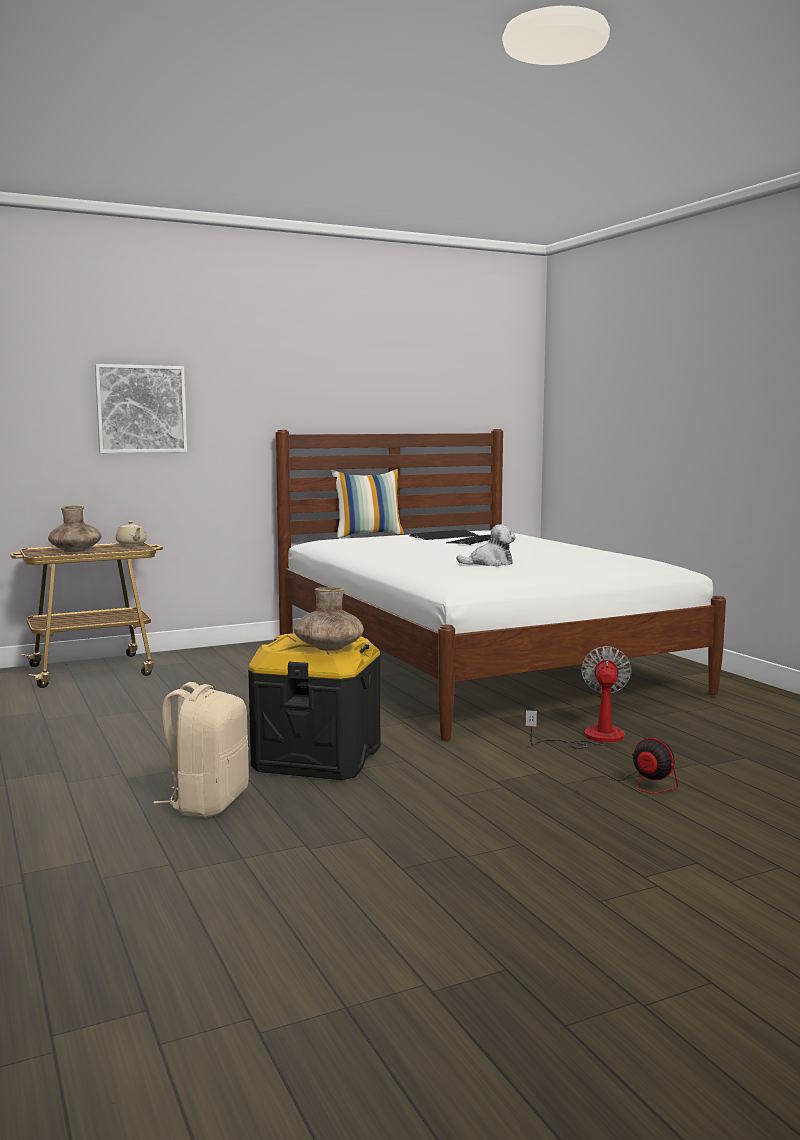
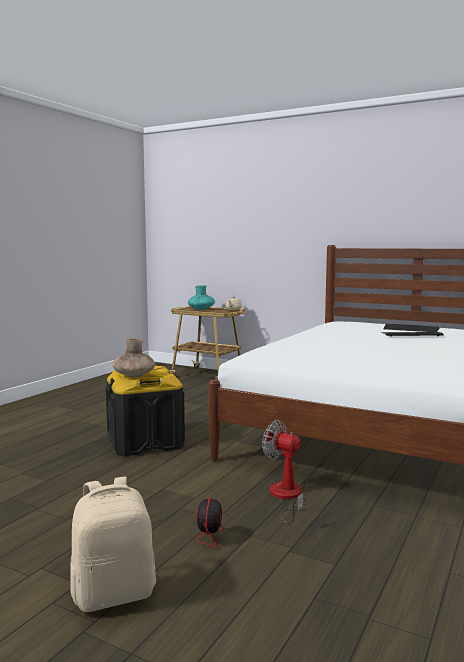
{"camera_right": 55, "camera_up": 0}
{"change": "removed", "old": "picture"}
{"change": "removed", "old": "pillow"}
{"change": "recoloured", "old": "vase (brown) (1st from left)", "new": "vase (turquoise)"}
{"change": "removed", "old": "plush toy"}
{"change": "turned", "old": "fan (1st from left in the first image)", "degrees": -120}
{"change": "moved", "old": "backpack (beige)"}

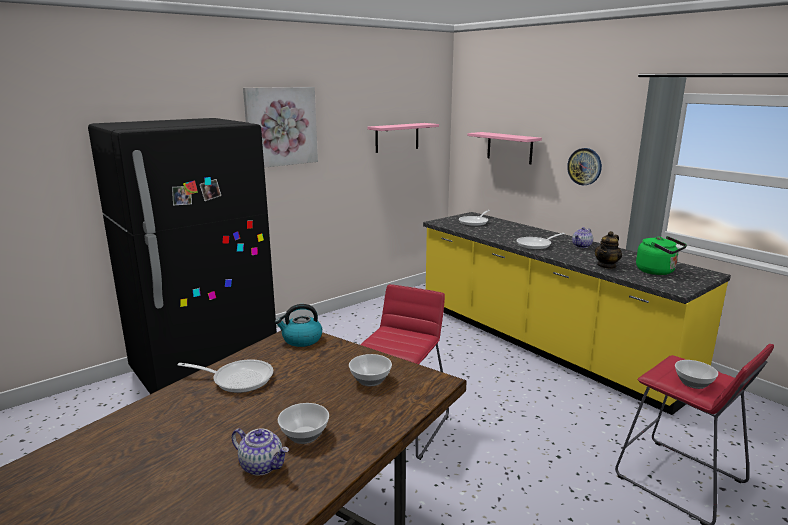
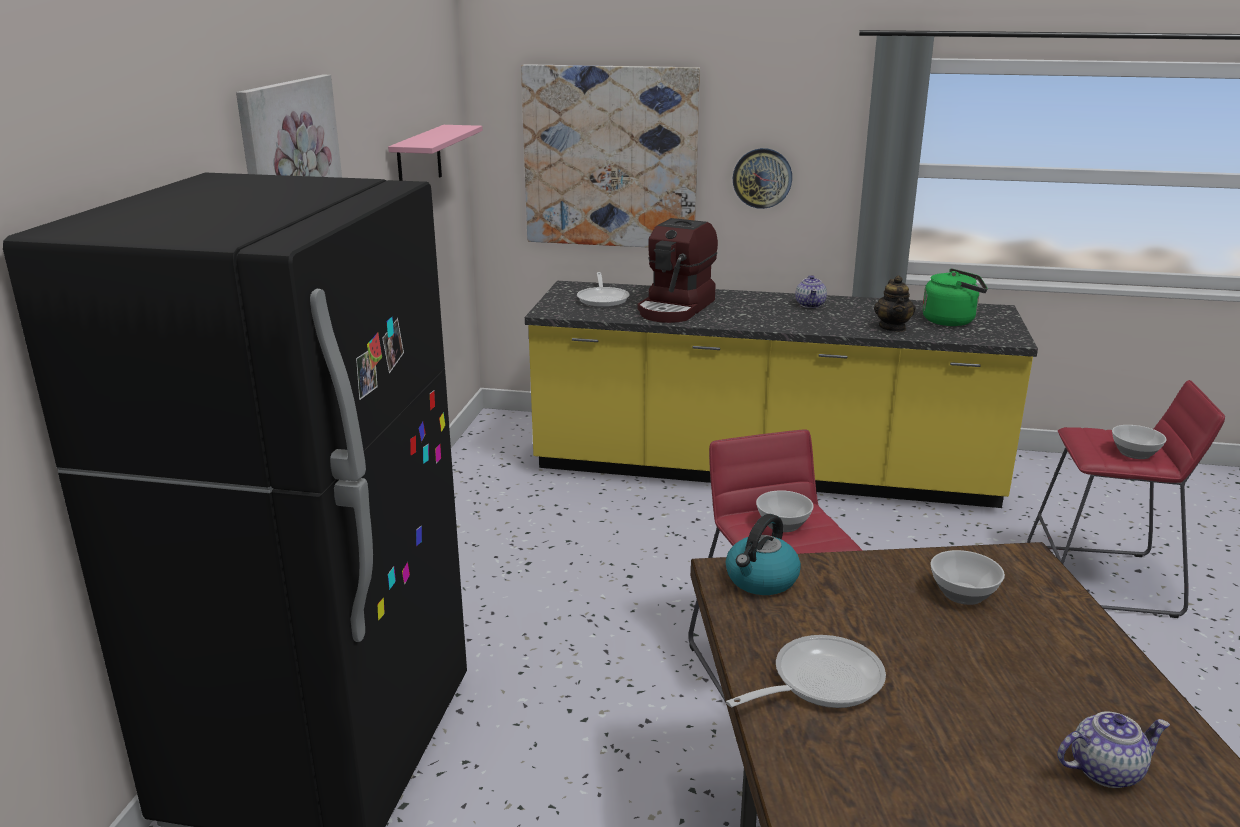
{"camera_right": -40, "camera_up": 5}
{"change": "replaced", "old": "shelf (pink) (2nd from left)", "new": "picture (2nd from left)"}
{"change": "removed", "old": "frying pan (3rd from left)"}
{"change": "moved", "old": "bowl (1st from left)"}
{"change": "added", "new": "coffee machine"}

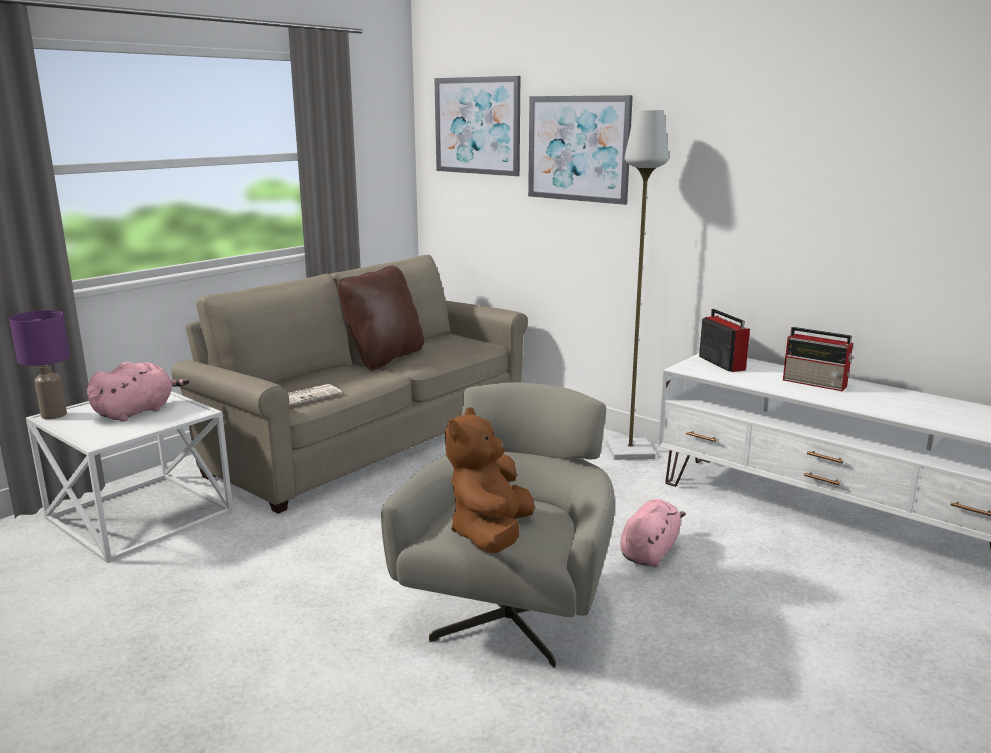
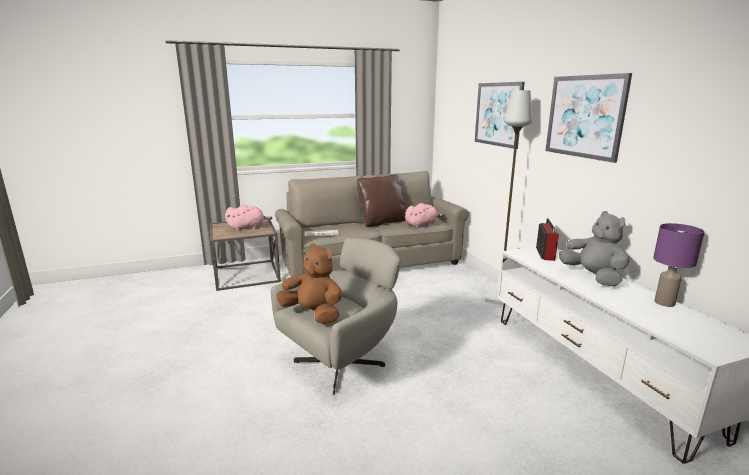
{"camera_right": 30, "camera_up": 0}
{"change": "moved", "old": "picture (1st from left in the first image)", "new": "picture (2nd from left)"}
{"change": "moved", "old": "table lamp (purple)"}
{"change": "replaced", "old": "radio (2nd from left)", "new": "plush toy (grey)"}
{"change": "recoloured", "old": "side table (white)", "new": "side table (brown)"}
{"change": "turned", "old": "plush toy (brown)", "degrees": 75}
{"change": "moved", "old": "plush toy (pink) (2nd from left)"}

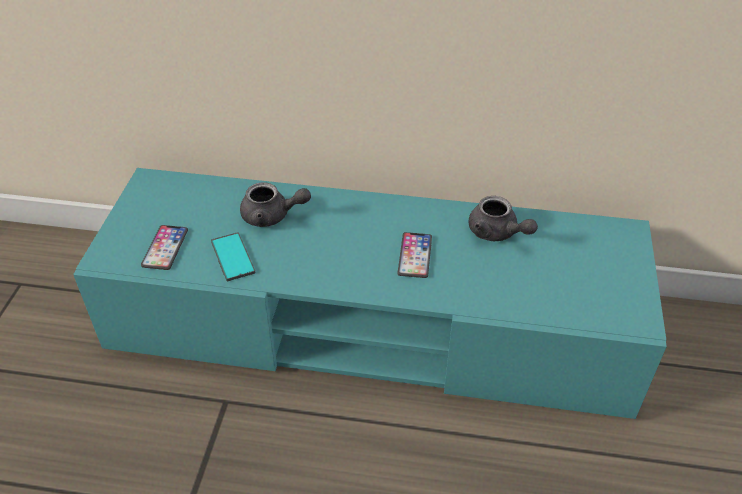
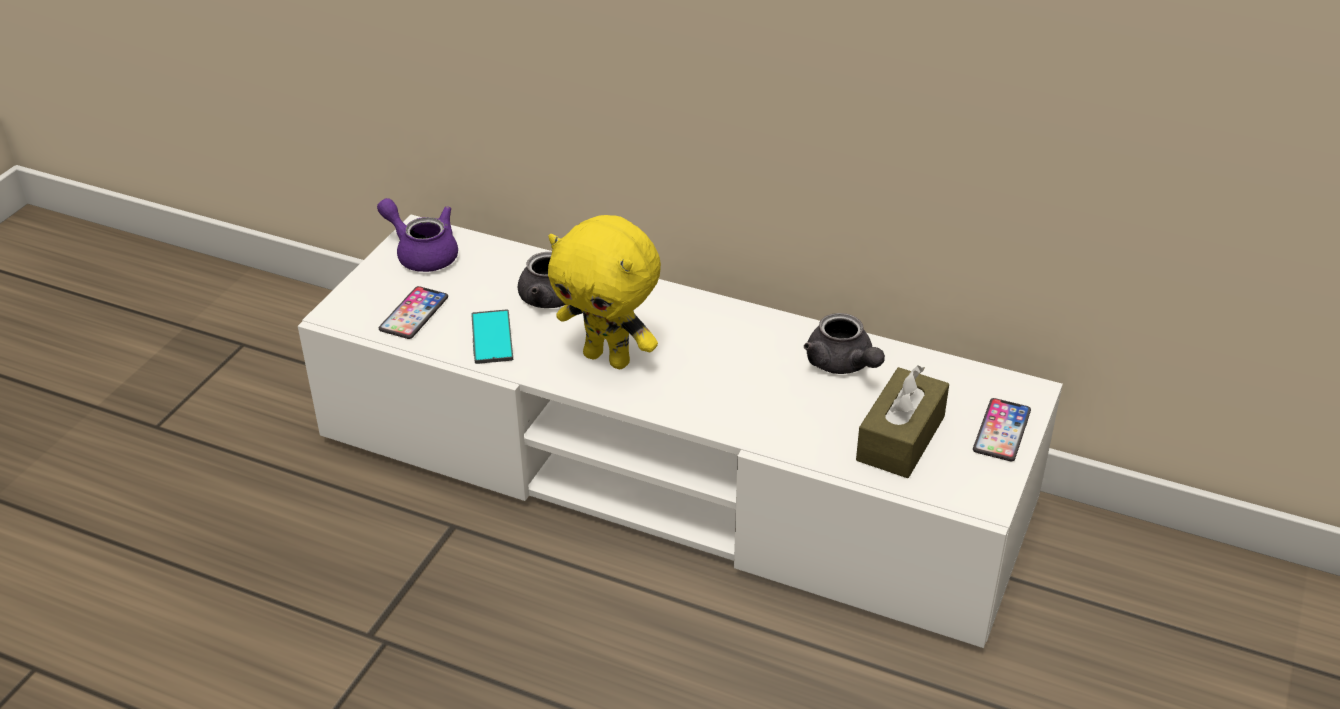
{"camera_right": 15, "camera_up": -5}
{"change": "recoloured", "old": "tv stand (turquoise)", "new": "tv stand (white)"}
{"change": "moved", "old": "phone (3rd from left)"}
{"change": "added", "new": "teapot (purple)"}
{"change": "added", "new": "plush toy (yellow)"}
{"change": "added", "new": "tissue box (brown)"}

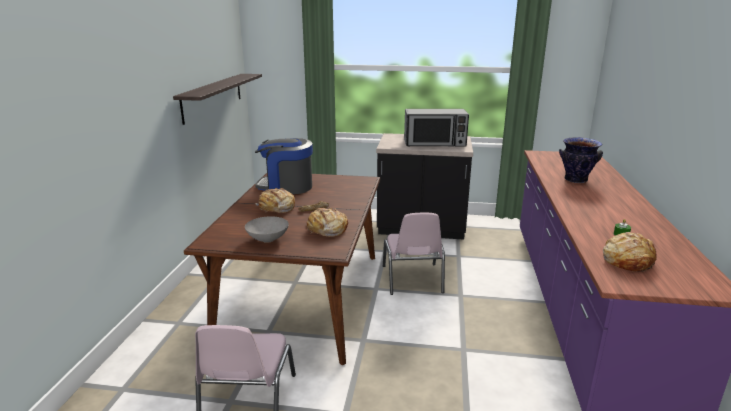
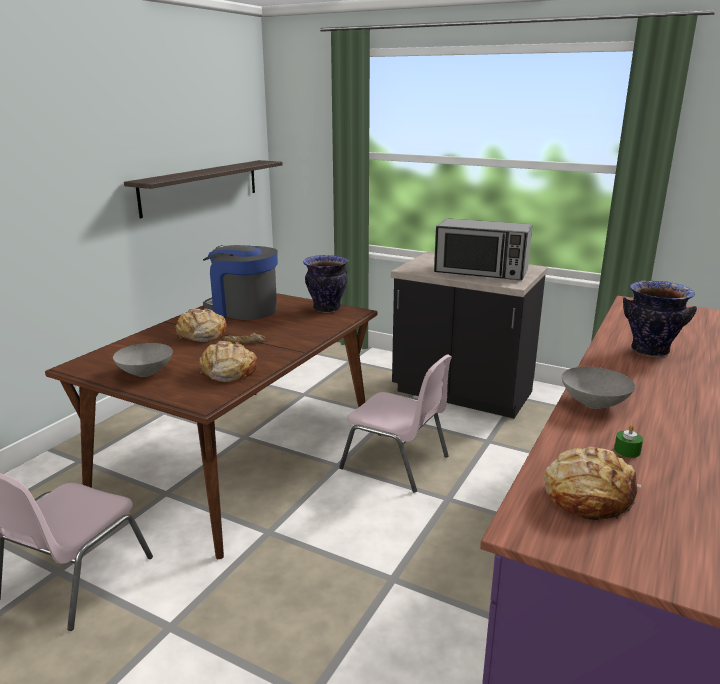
{"camera_right": 20, "camera_up": 0}
{"change": "turned", "old": "chair (pink) (2nd from left)", "degrees": -75}
{"change": "added", "new": "vase (1st from left)"}
{"change": "added", "new": "bowl (grey) (2nd from left)"}

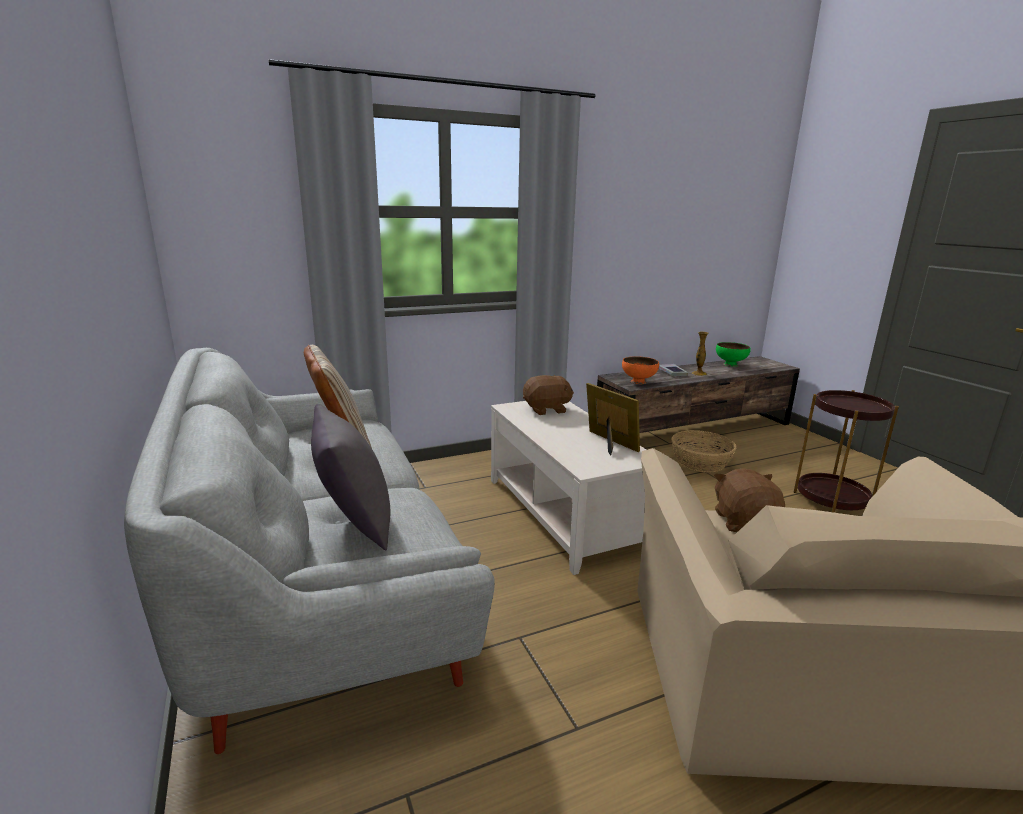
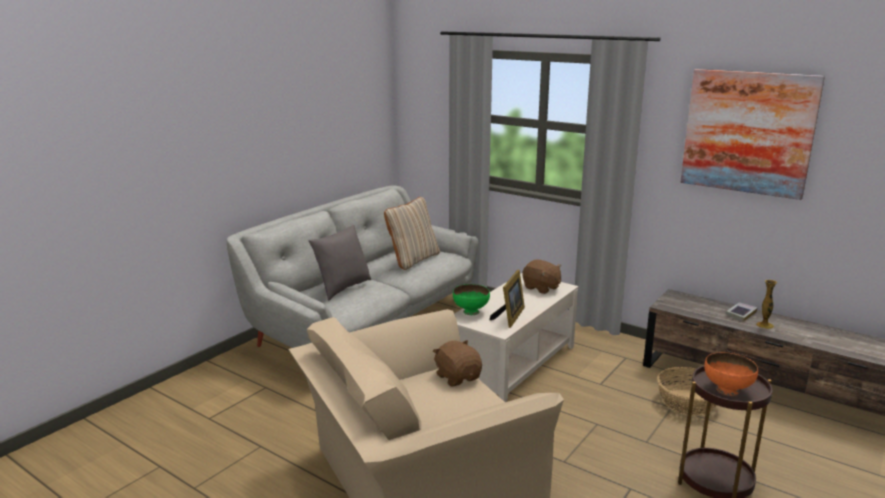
{"camera_right": 60, "camera_up": 0}
{"change": "moved", "old": "bowl (green)"}
{"change": "moved", "old": "bowl (orange)"}
{"change": "turned", "old": "plush toy (brown) (2nd from left in the first image)", "degrees": -90}
{"change": "added", "new": "picture"}

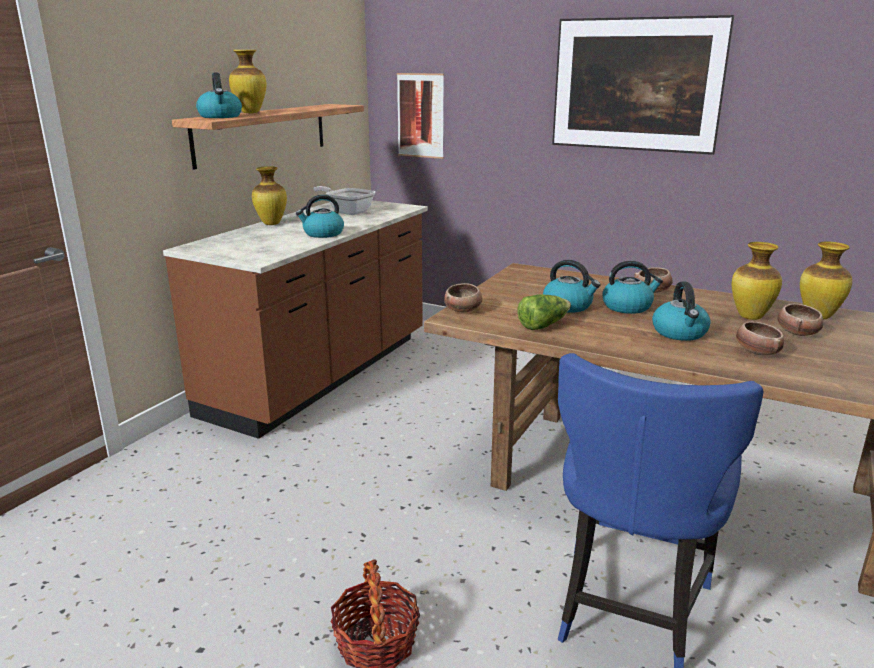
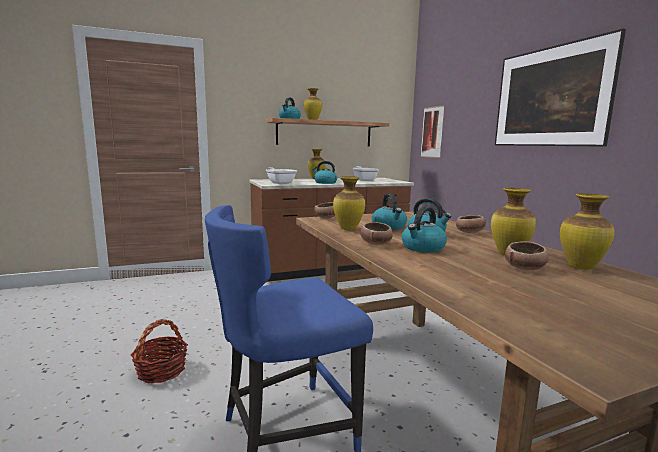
{"camera_right": 40, "camera_up": -10}
{"change": "replaced", "old": "lettuce", "new": "vase (3rd from left)"}
{"change": "moved", "old": "bowl (3rd from left in the first image)", "new": "bowl (2nd from left)"}
{"change": "added", "new": "frying pan (1st from left)"}

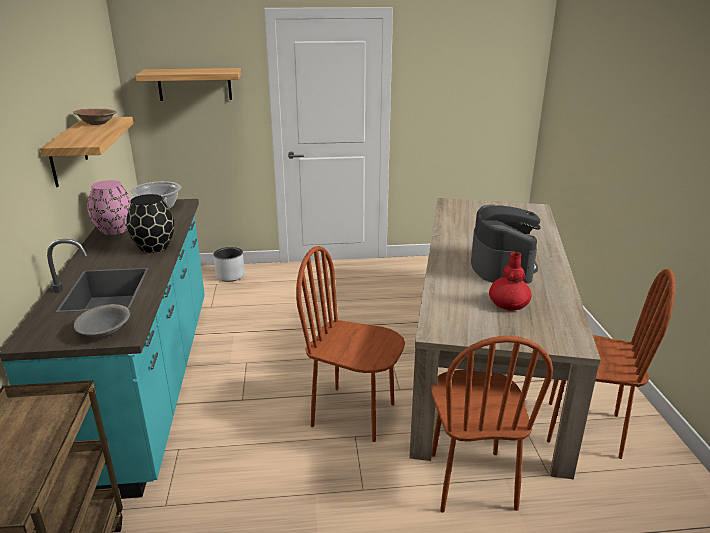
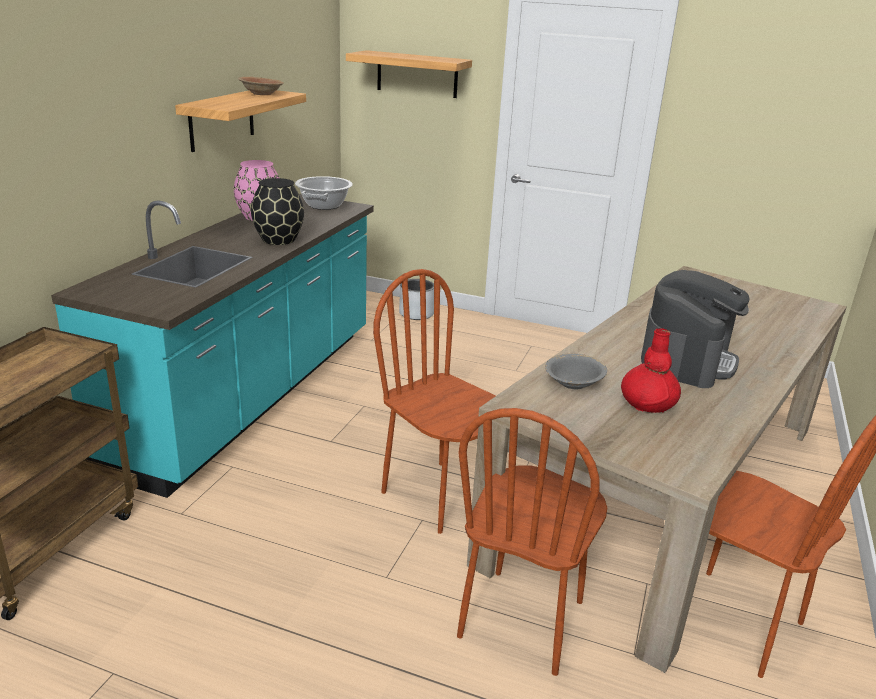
{"camera_right": 25, "camera_up": 0}
{"change": "moved", "old": "bowl (grey)"}

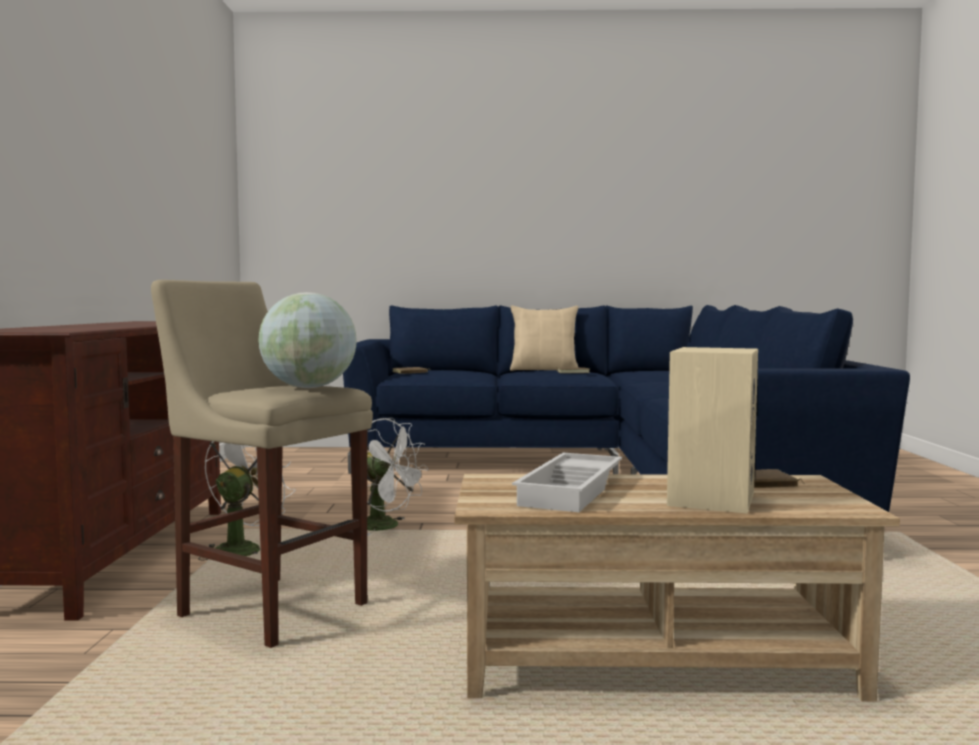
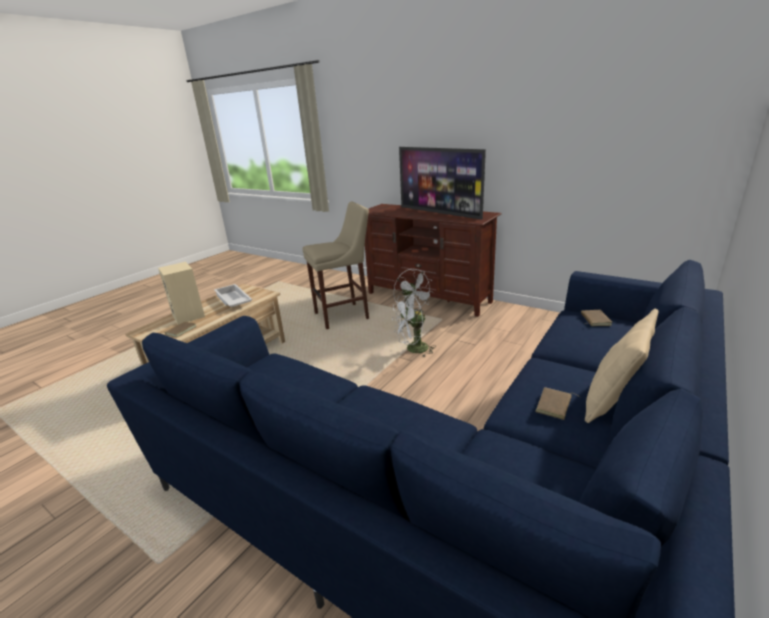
{"camera_right": 125, "camera_up": 20}
{"change": "removed", "old": "globe"}
{"change": "added", "new": "television"}

